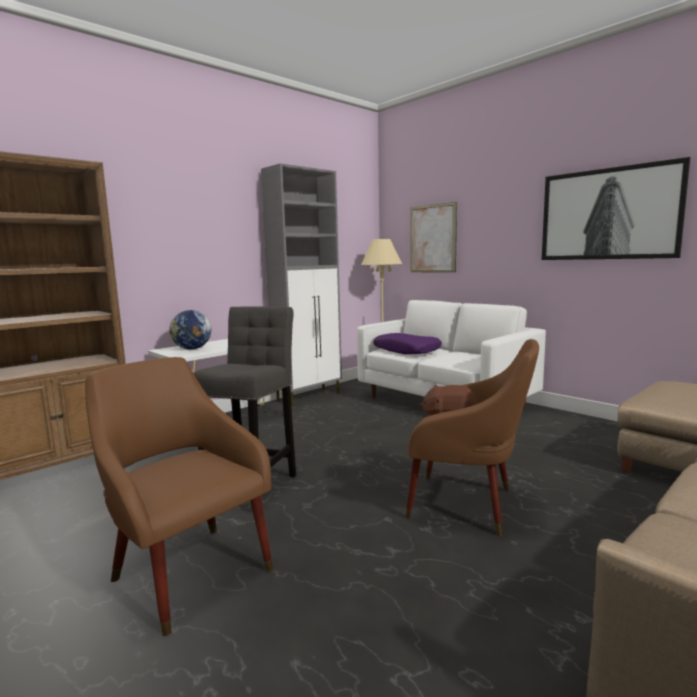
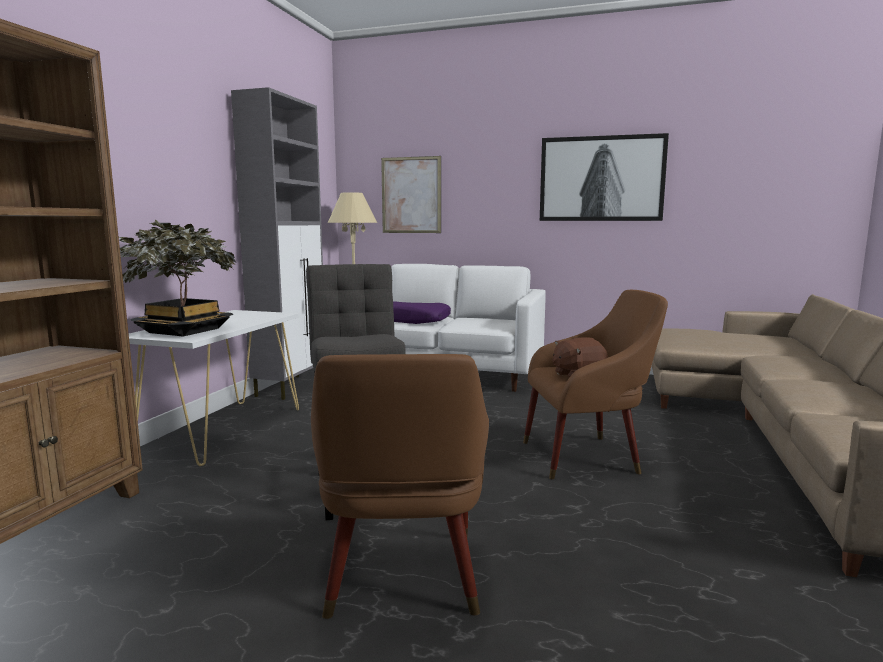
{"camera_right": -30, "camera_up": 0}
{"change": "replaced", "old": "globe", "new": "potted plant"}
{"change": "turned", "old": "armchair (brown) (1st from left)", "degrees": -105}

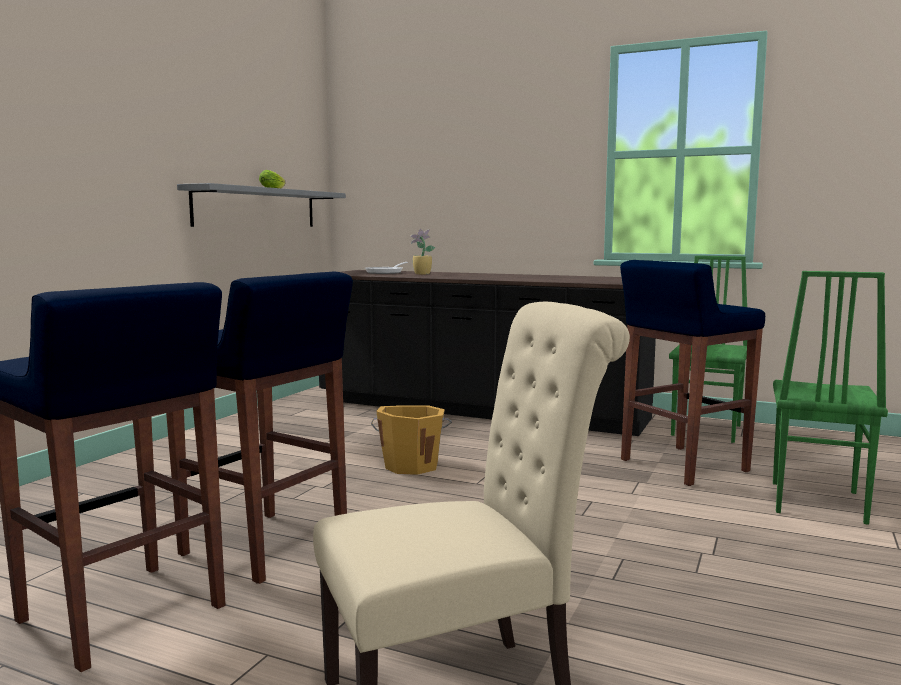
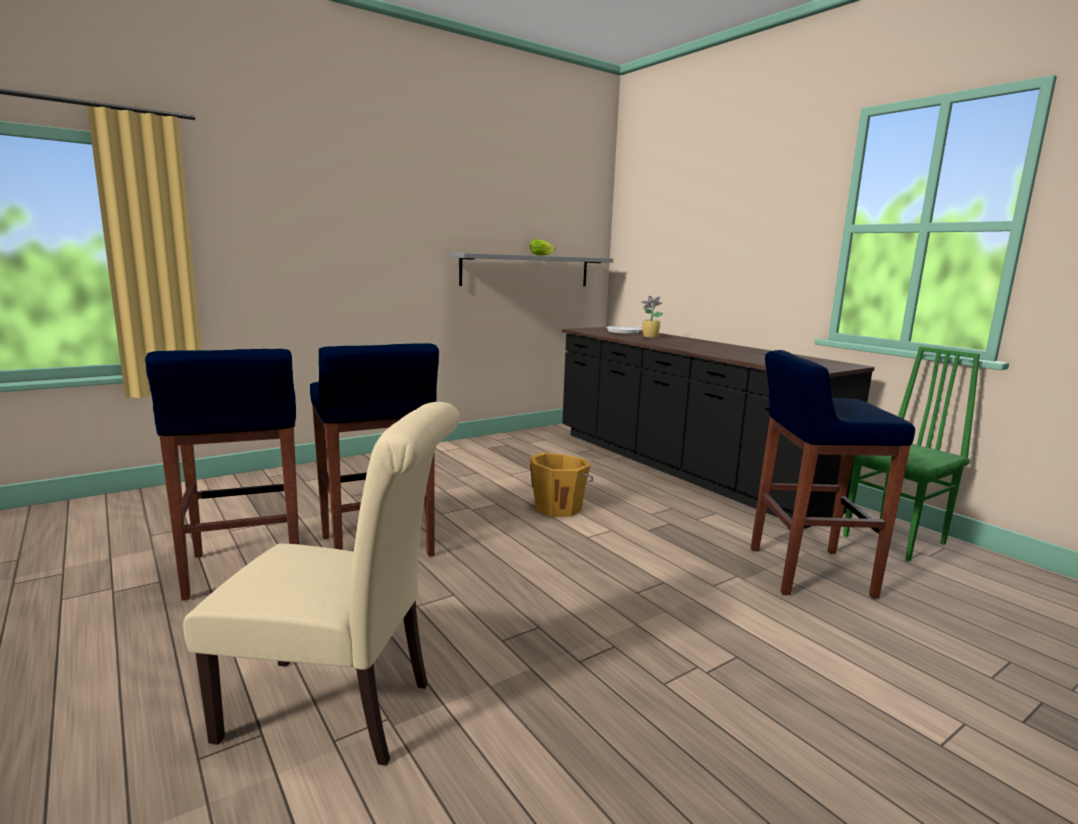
{"camera_right": 30, "camera_up": 5}
{"change": "removed", "old": "chair (green) (2nd from left)"}

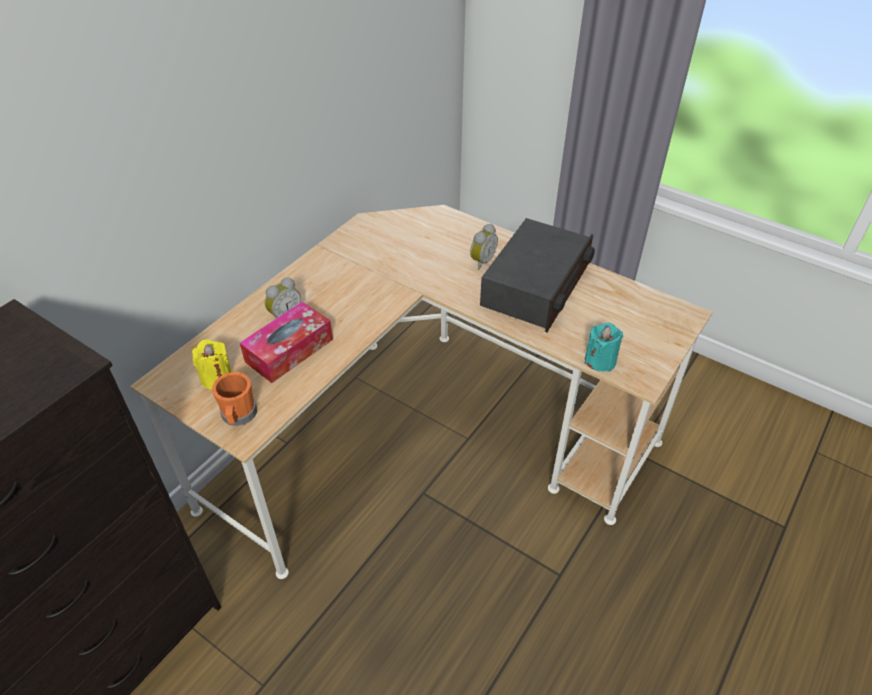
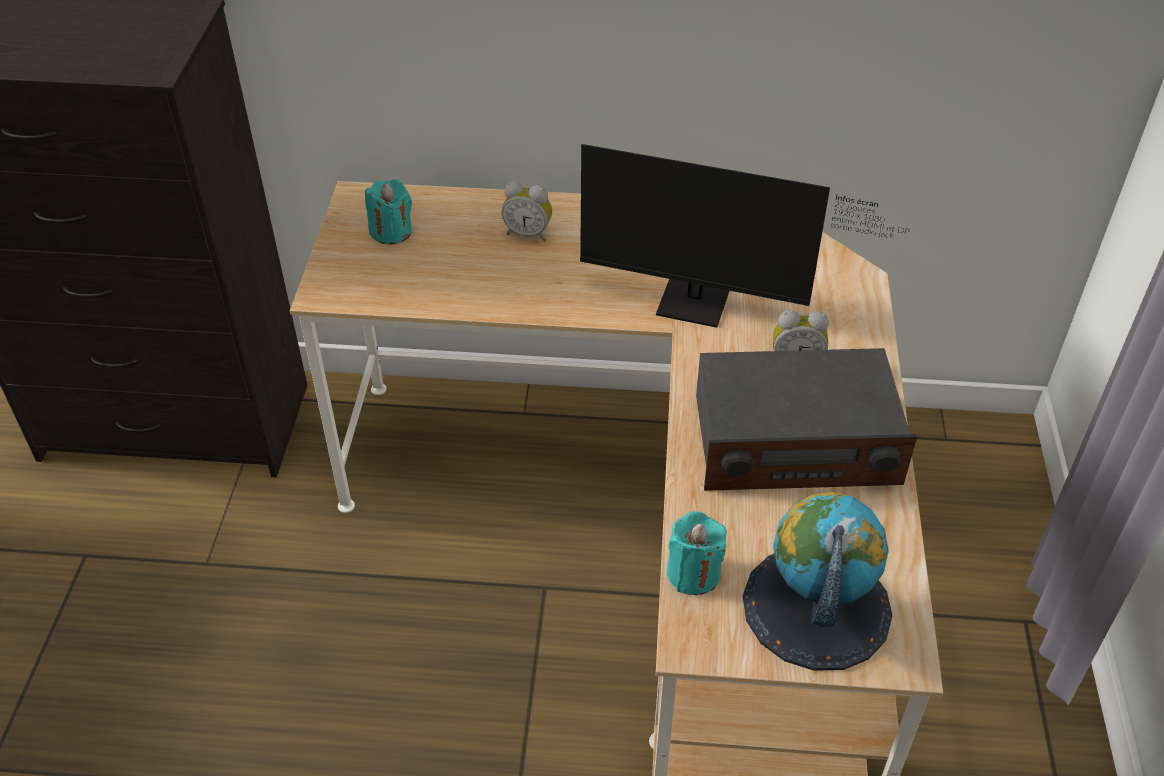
{"camera_right": 60, "camera_up": 0}
{"change": "removed", "old": "tissue box"}
{"change": "recoloured", "old": "candle (yellow)", "new": "candle (turquoise) (1st from left)"}
{"change": "removed", "old": "mug (orange)"}
{"change": "added", "new": "monitor"}
{"change": "added", "new": "globe"}

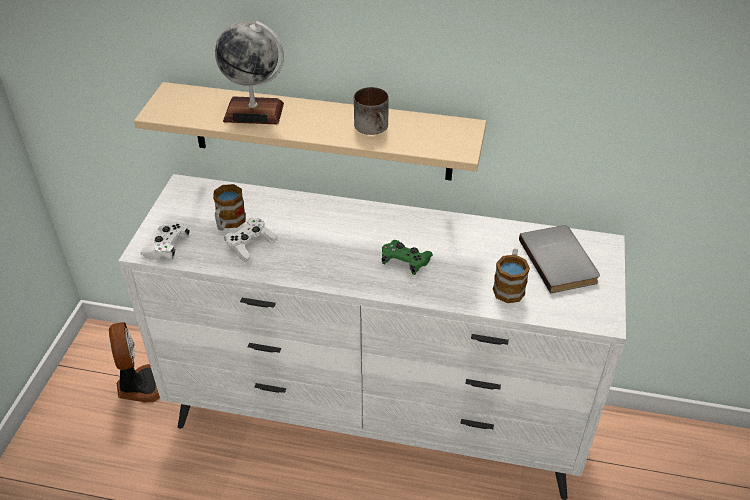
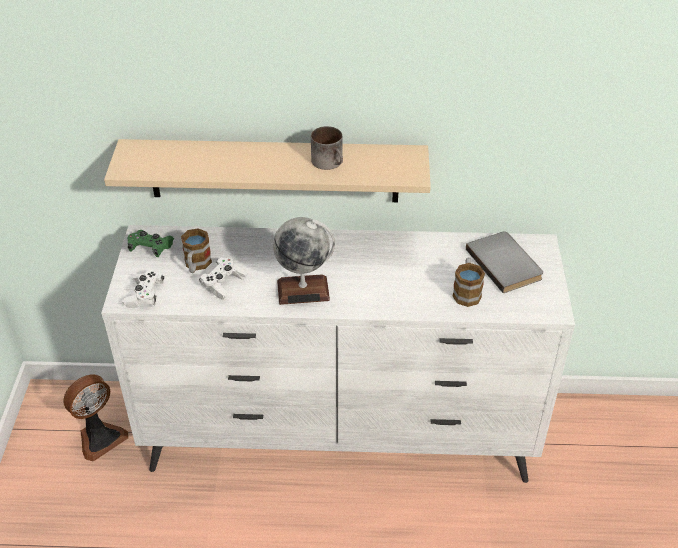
{"camera_right": -10, "camera_up": 0}
{"change": "moved", "old": "globe"}
{"change": "moved", "old": "game controller (green)"}
{"change": "turned", "old": "fan", "degrees": 75}

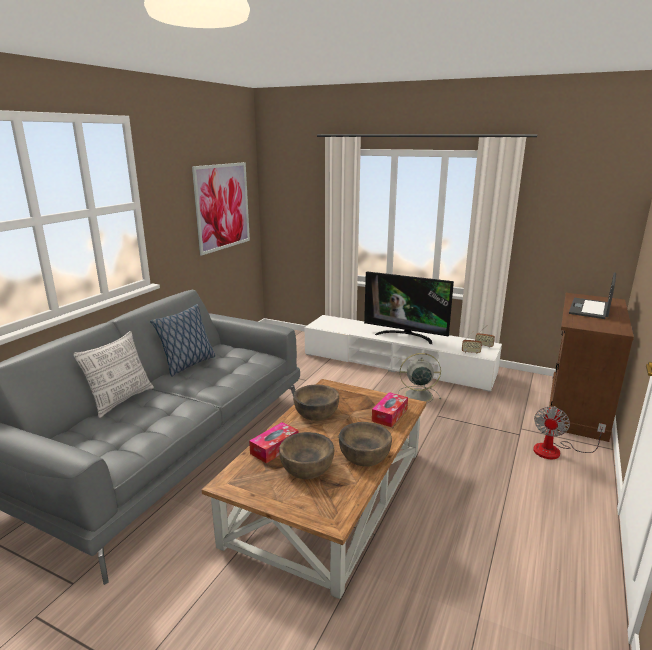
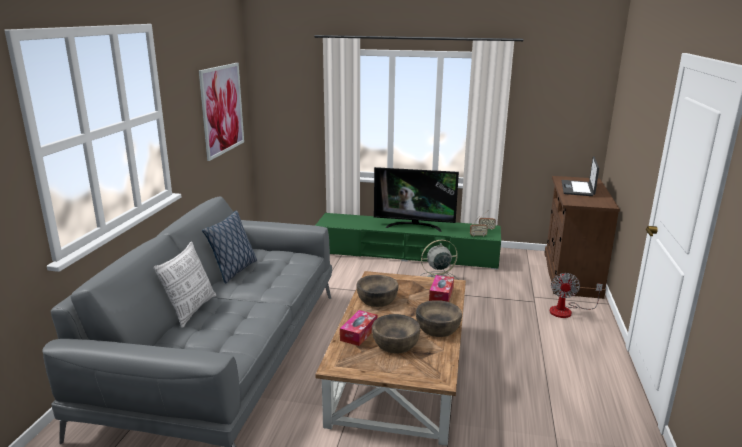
{"camera_right": -15, "camera_up": 0}
{"change": "recoloured", "old": "tv stand (white)", "new": "tv stand (green)"}

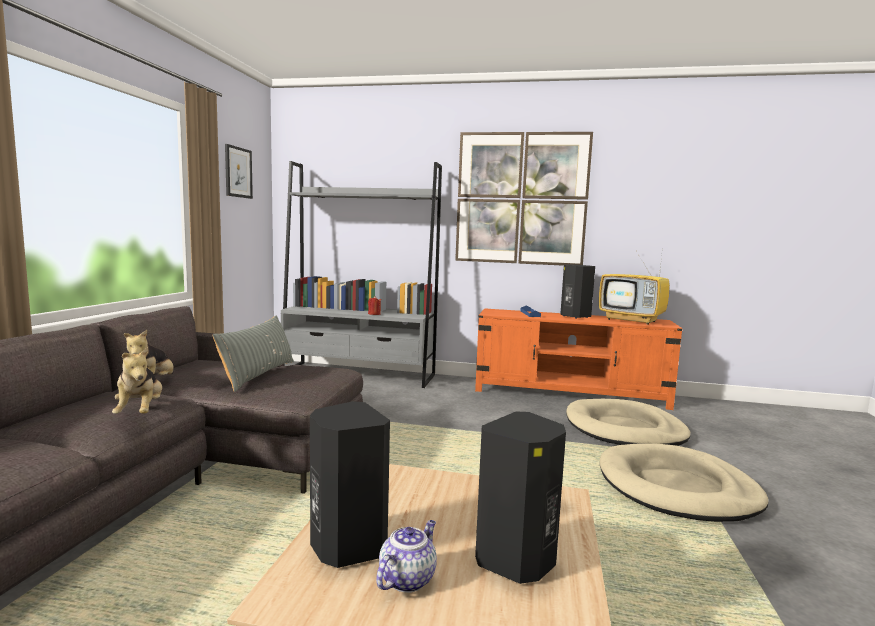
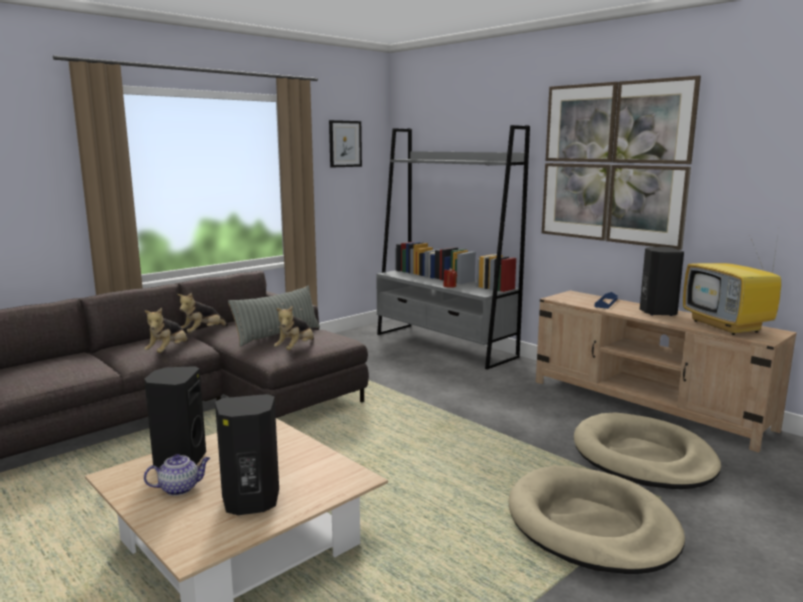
{"camera_right": 35, "camera_up": 5}
{"change": "recoloured", "old": "tv stand (orange)", "new": "tv stand (beige)"}
{"change": "added", "new": "plush toy (3rd from left)"}

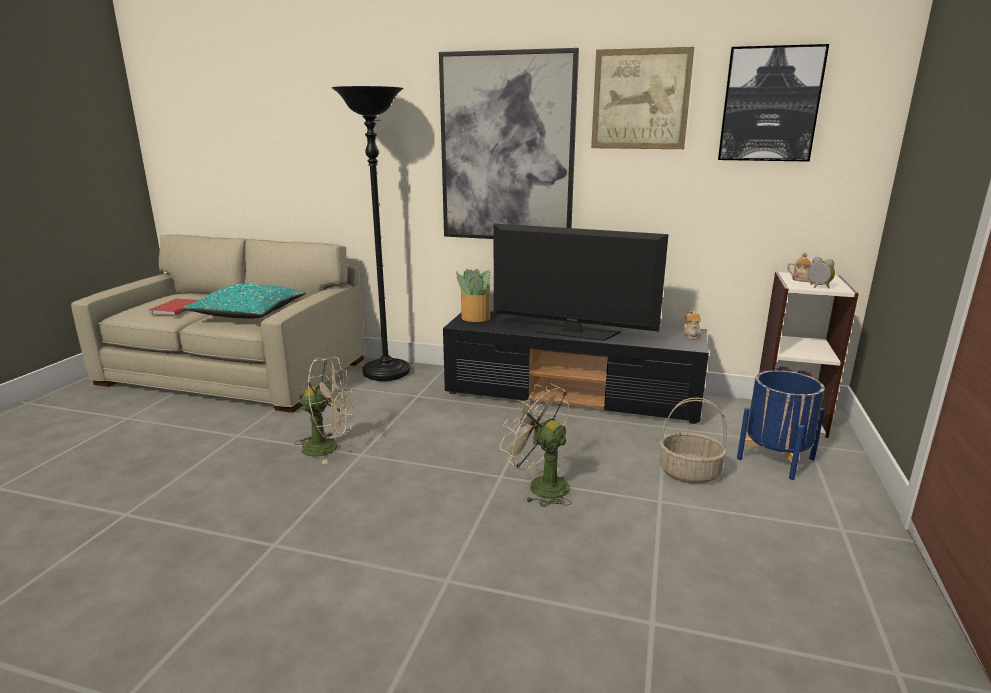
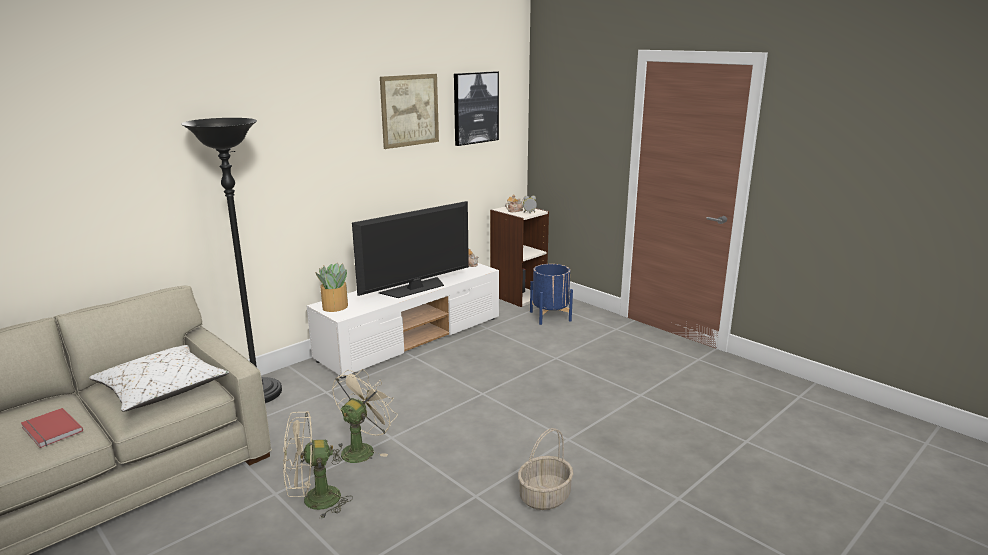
{"camera_right": -60, "camera_up": 0}
{"change": "removed", "old": "picture (1st from left)"}
{"change": "recoloured", "old": "pillow (turquoise)", "new": "pillow (white)"}
{"change": "recoloured", "old": "tv stand (black)", "new": "tv stand (white)"}
{"change": "moved", "old": "fan (beige) (2nd from left in the first image)", "new": "fan (beige) (1st from left)"}
{"change": "moved", "old": "basket"}

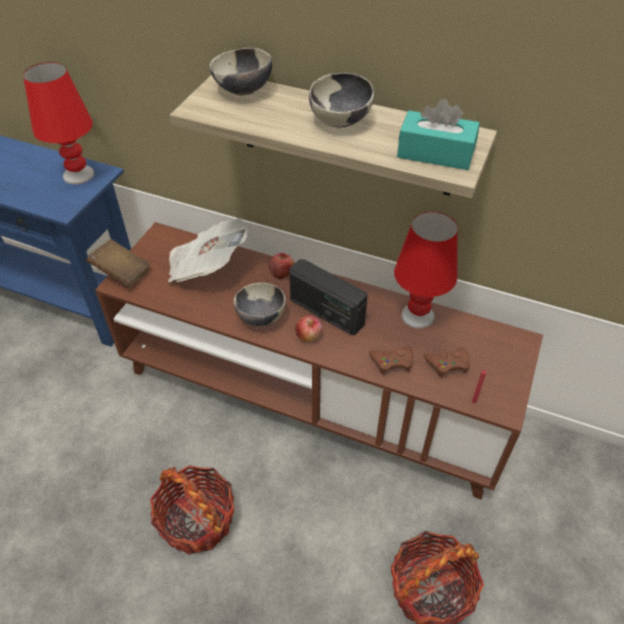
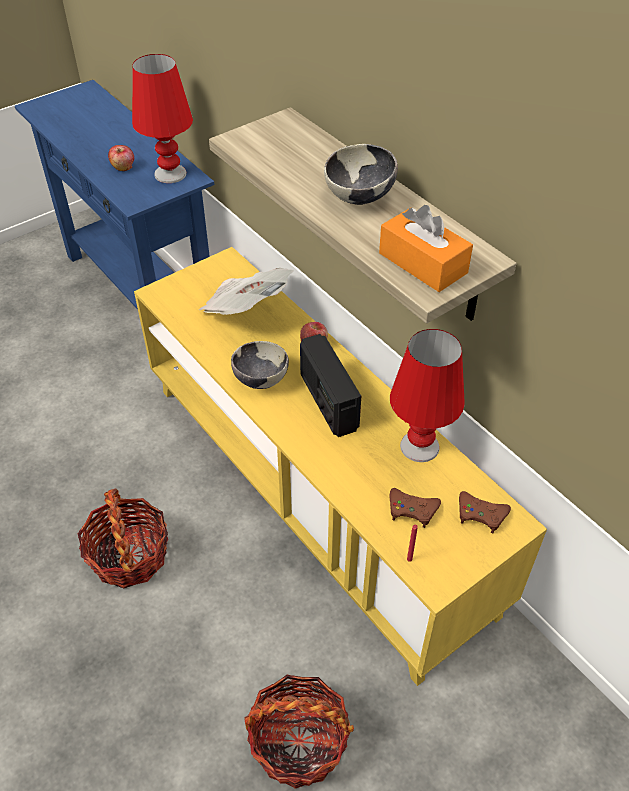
{"camera_right": 30, "camera_up": 0}
{"change": "removed", "old": "bowl (1st from left)"}
{"change": "recoloured", "old": "tissue box (turquoise)", "new": "tissue box (orange)"}
{"change": "recoloured", "old": "tv stand (brown)", "new": "tv stand (yellow)"}
{"change": "removed", "old": "book (brown)"}
{"change": "moved", "old": "apple (2nd from left in the first image)", "new": "apple (1st from left)"}
{"change": "moved", "old": "game controller (brown) (1st from left in the first image)", "new": "game controller (brown) (2nd from left)"}

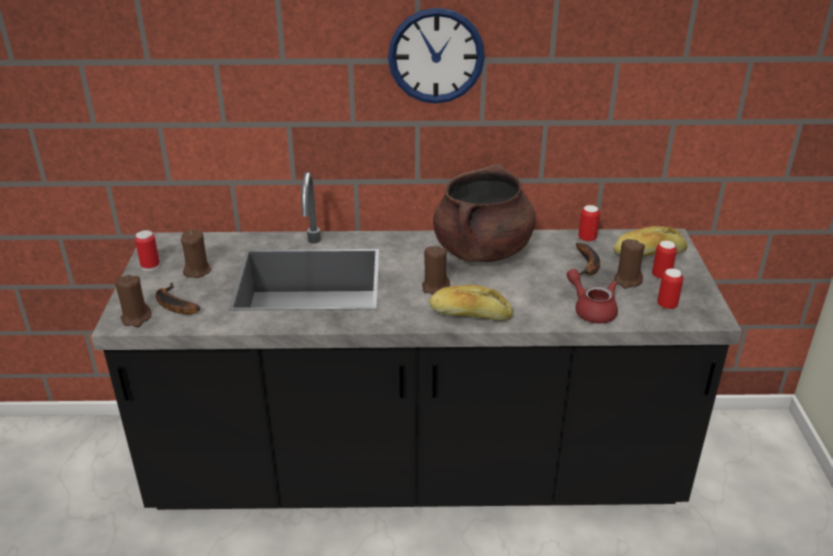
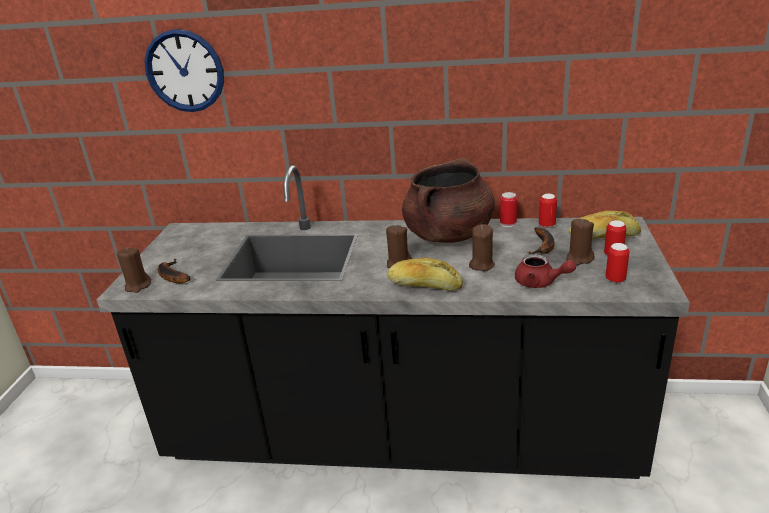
{"camera_right": 10, "camera_up": -5}
{"change": "moved", "old": "wall clock"}
{"change": "moved", "old": "candle (brown) (2nd from left in the first image)", "new": "candle (brown) (3rd from left)"}
{"change": "moved", "old": "can (1st from left)"}
{"change": "turned", "old": "teapot (red)", "degrees": 150}

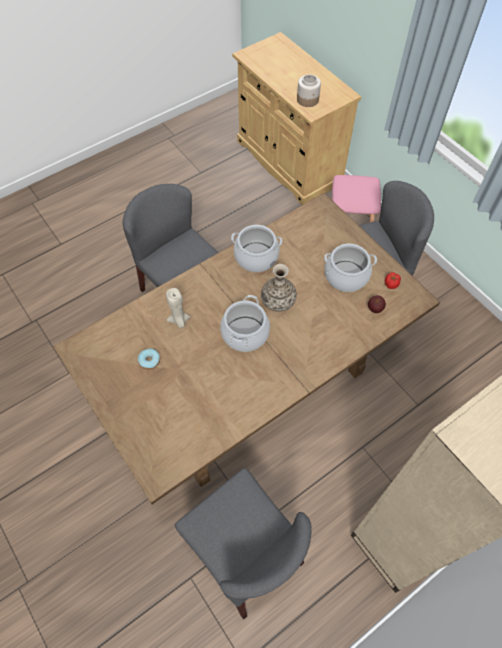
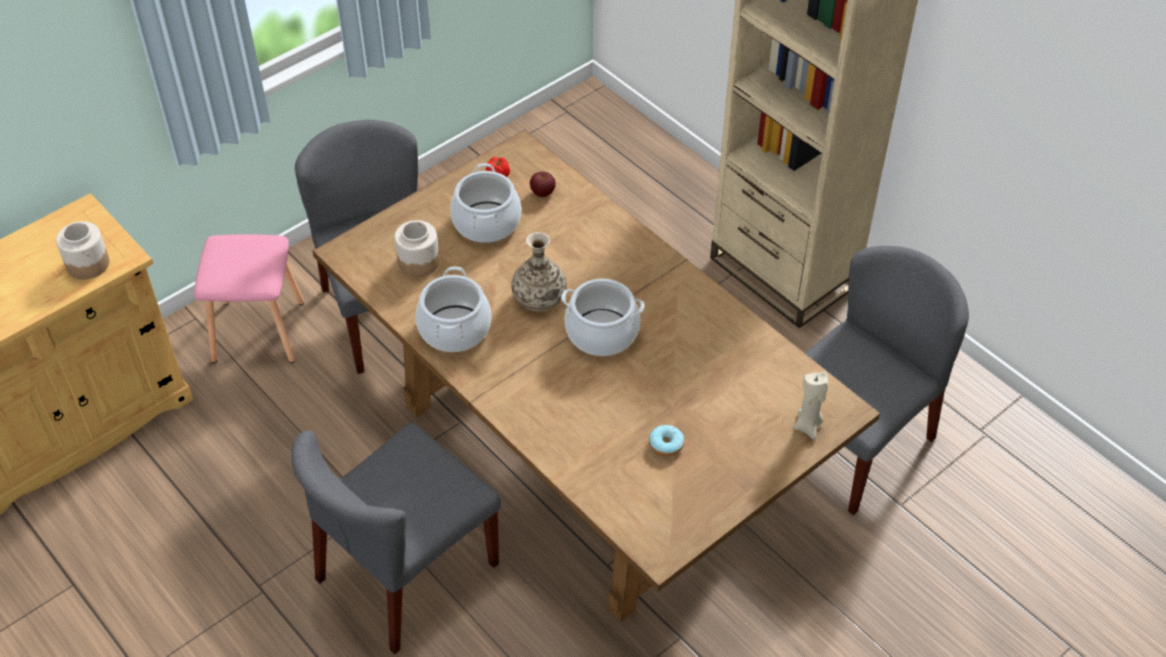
{"camera_right": -95, "camera_up": -10}
{"change": "moved", "old": "candle (beige)"}
{"change": "added", "new": "jar (2nd from left)"}

